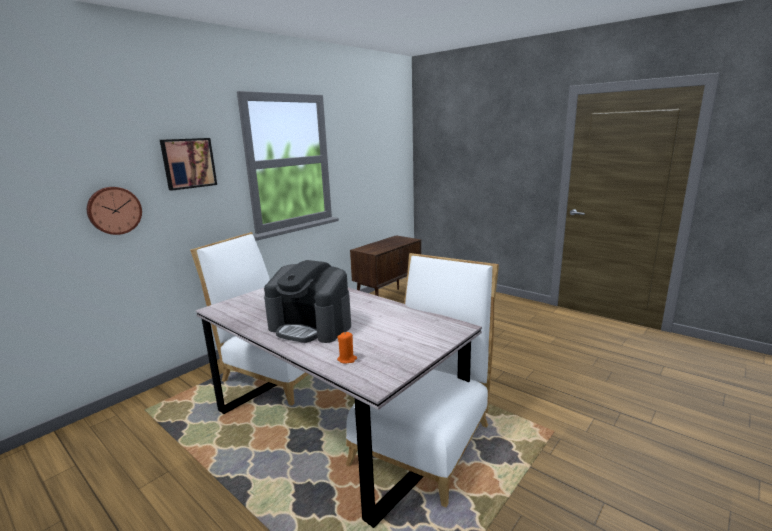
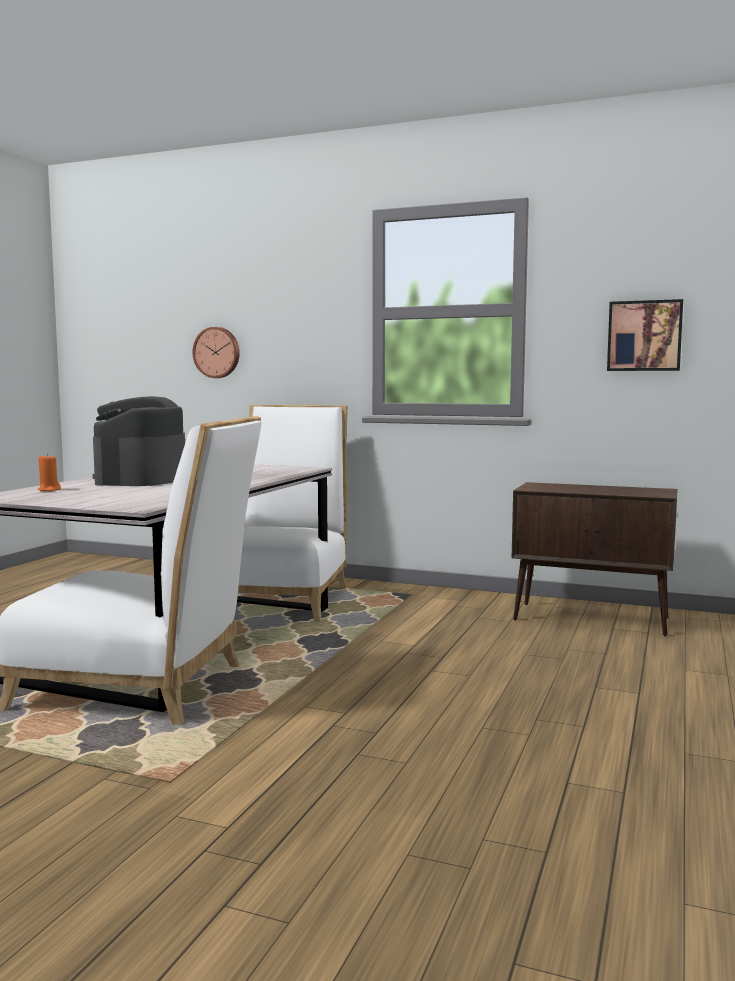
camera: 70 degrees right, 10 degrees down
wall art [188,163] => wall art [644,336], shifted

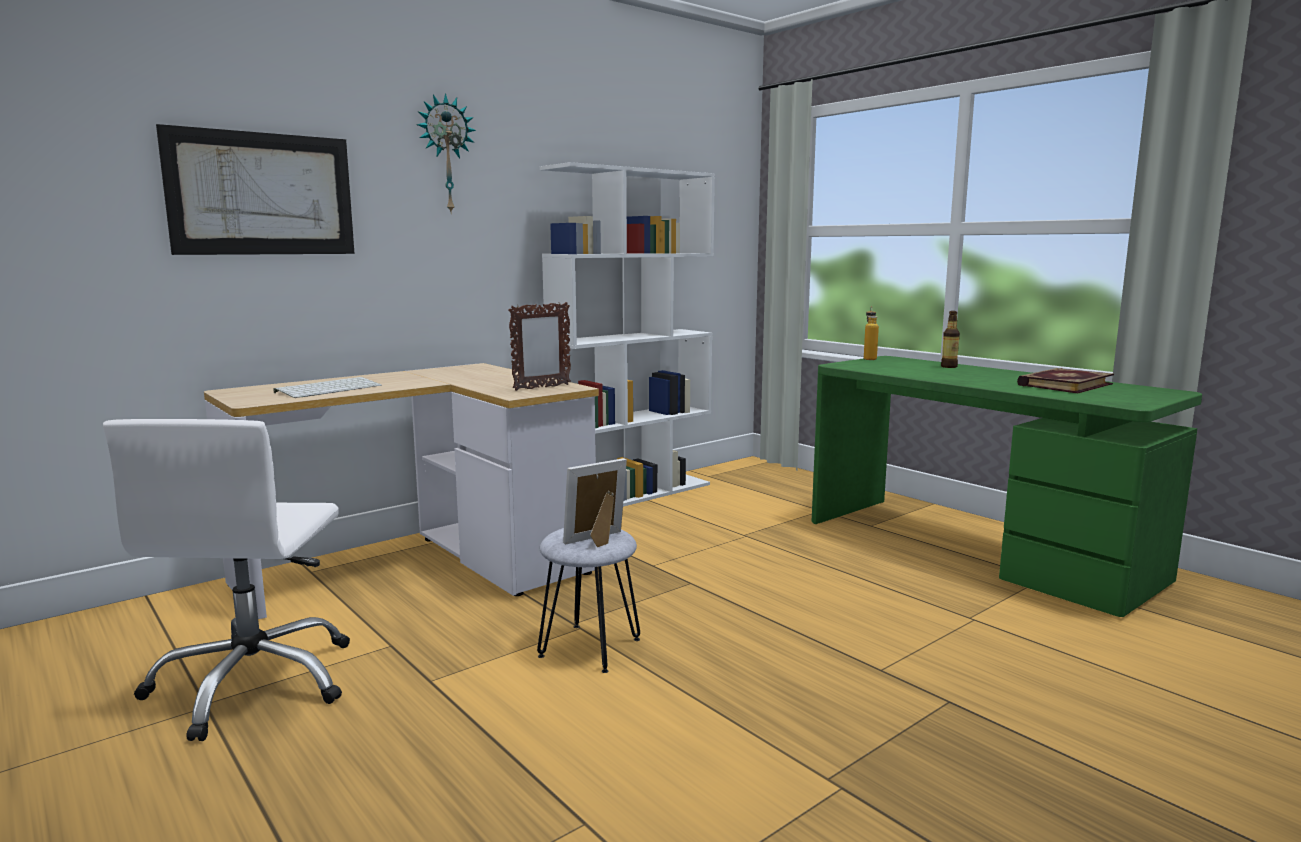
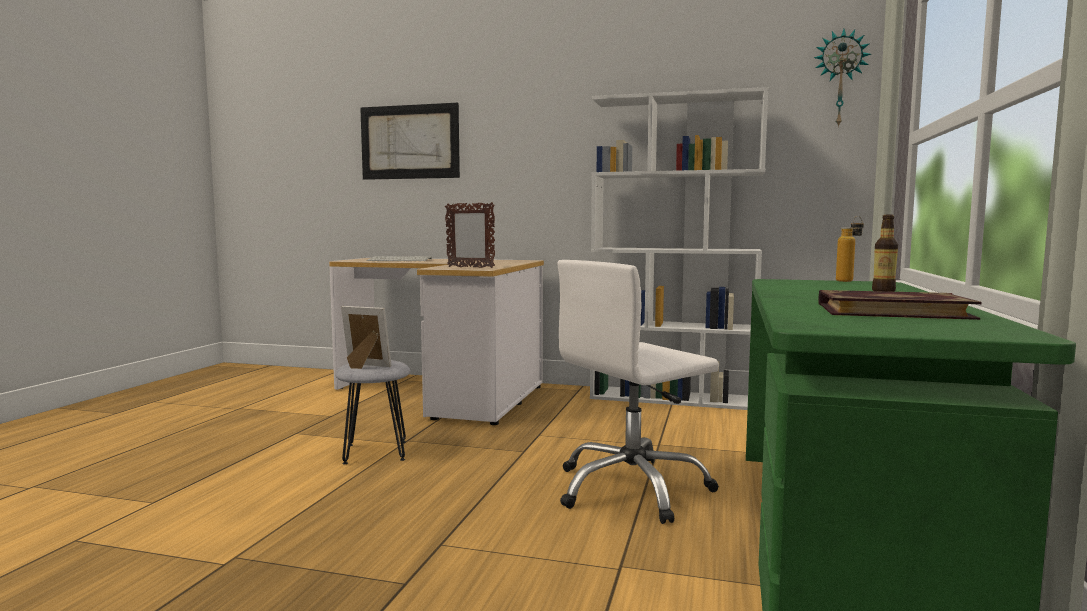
camera: 55 degrees right, 5 degrees down
wall clock [445,154] => wall clock [840,78], shifted
white-coloured desk chair [254,683] => white-coloured desk chair [632,489], shifted

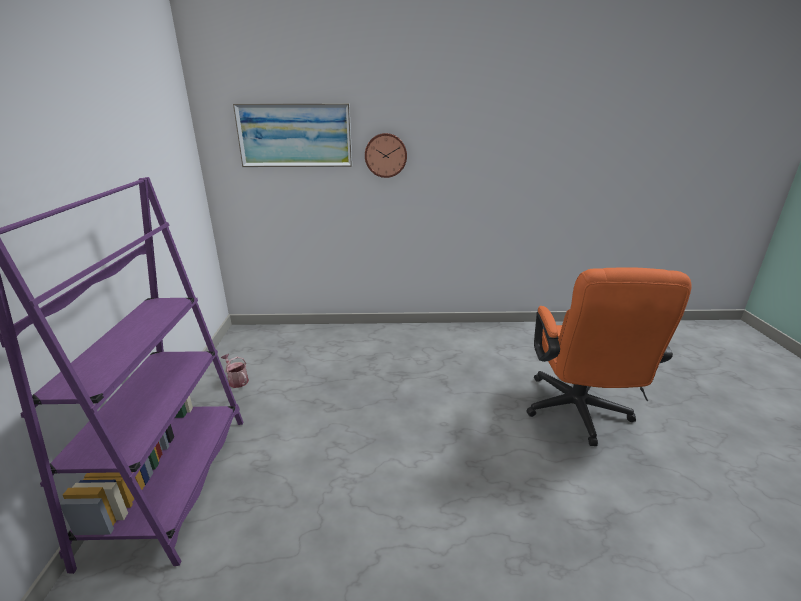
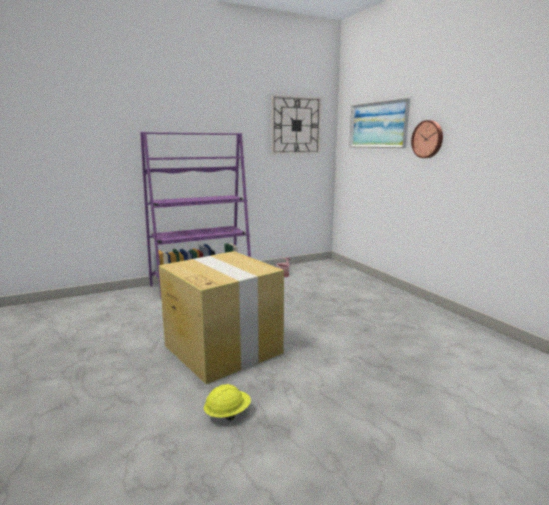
camera: 65 degrees right, 10 degrees down
orange-coloured desk chair [578,414] => nothing
nothing => wall clock [296,125]
nothing => cardboard box [222,348]
nothing => yellowish work helmet [227,414]

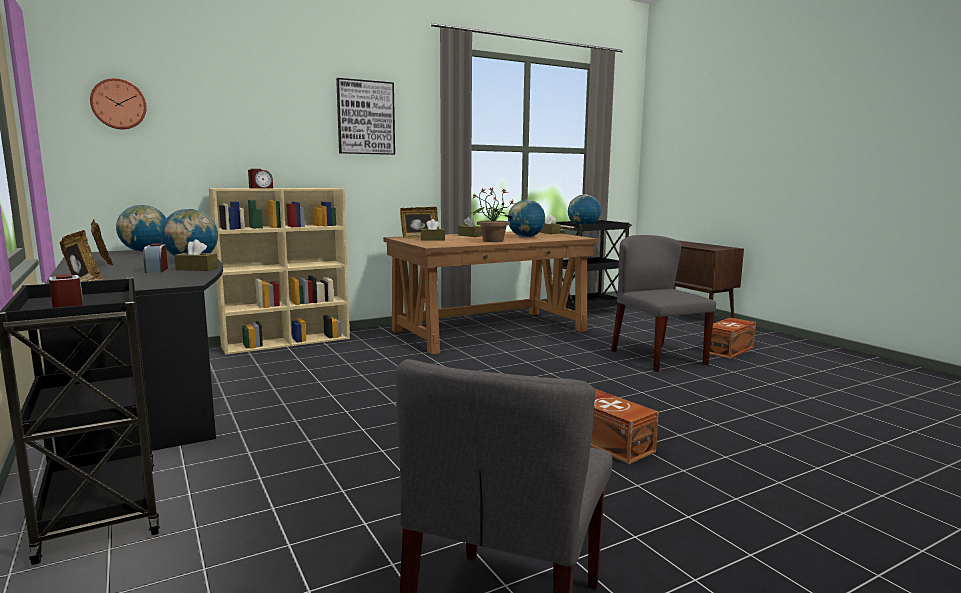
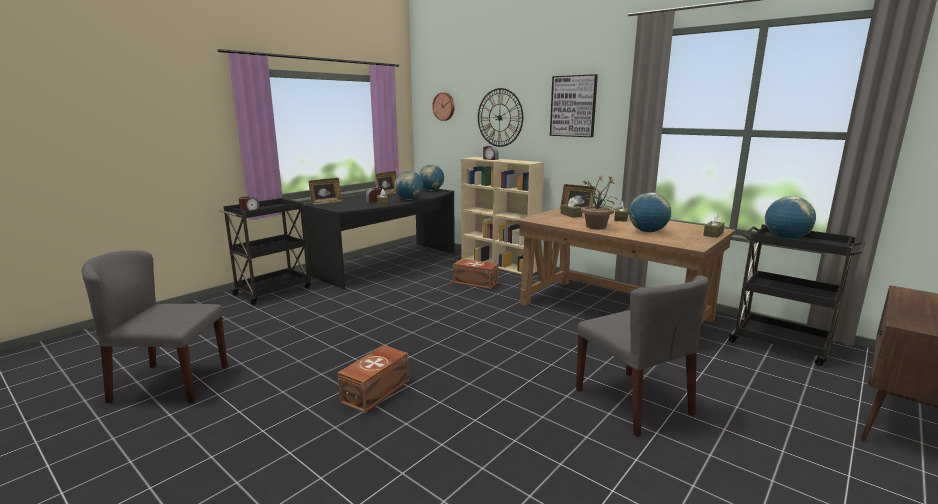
camera: 70 degrees right, 5 degrees up
grey plain chair [657,357] => grey plain chair [633,402], 105 degrees clockwise
brown-coloured storage bin [729,350] => brown-coloured storage bin [476,283], shifted
nothing => wall clock [499,117]

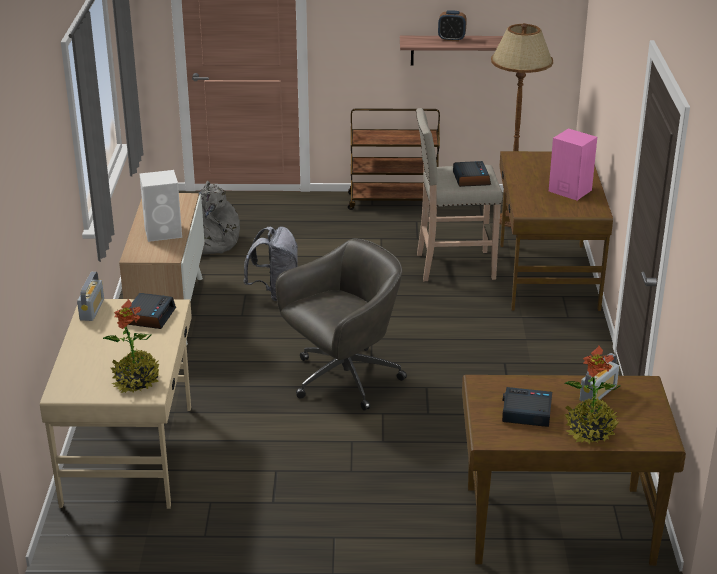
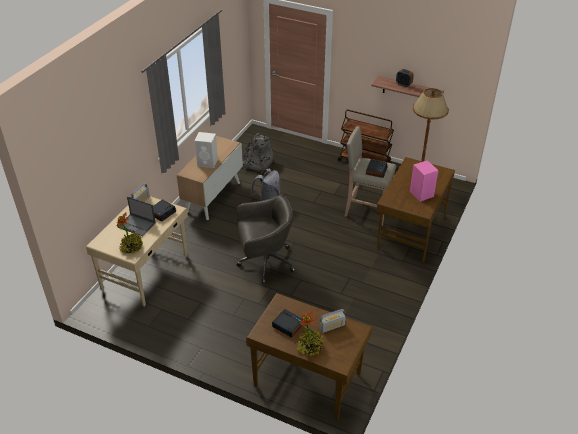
camera: 25 degrees right, 10 degrees up
nothing => laptop [137,225]

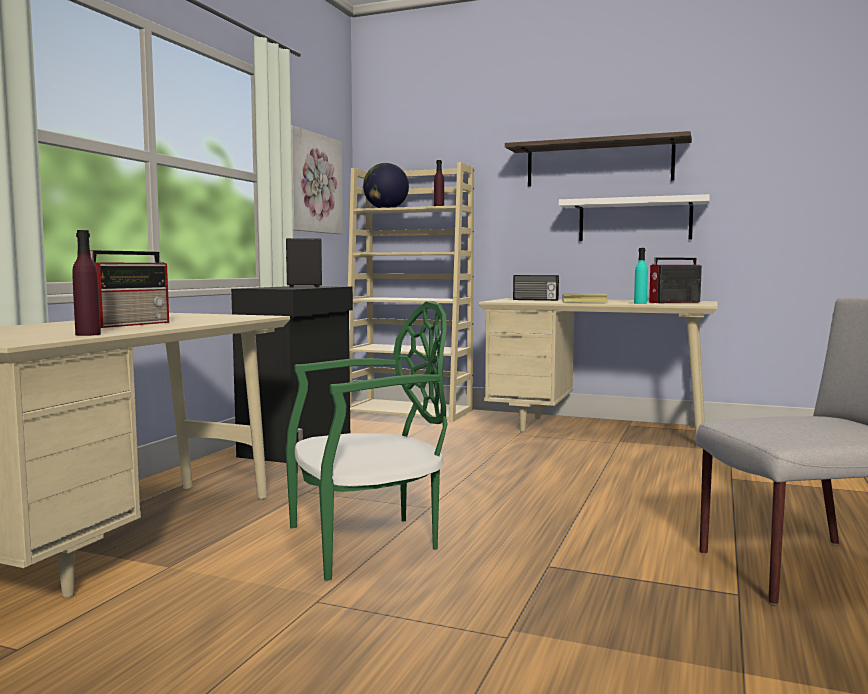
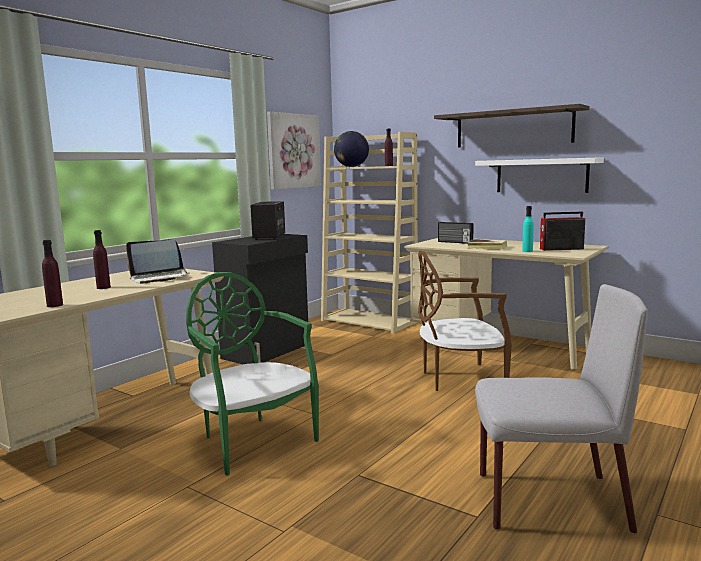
camera: 15 degrees right, 5 degrees up
radio [130,324] => purple-coloured beverage bottle [103,287]
green-coloured plain chair [368,542] => green-coloured plain chair [253,441], 120 degrees counterclockwise
nothing => laptop [159,278]
nothing => brown-coloured plain chair [460,379]

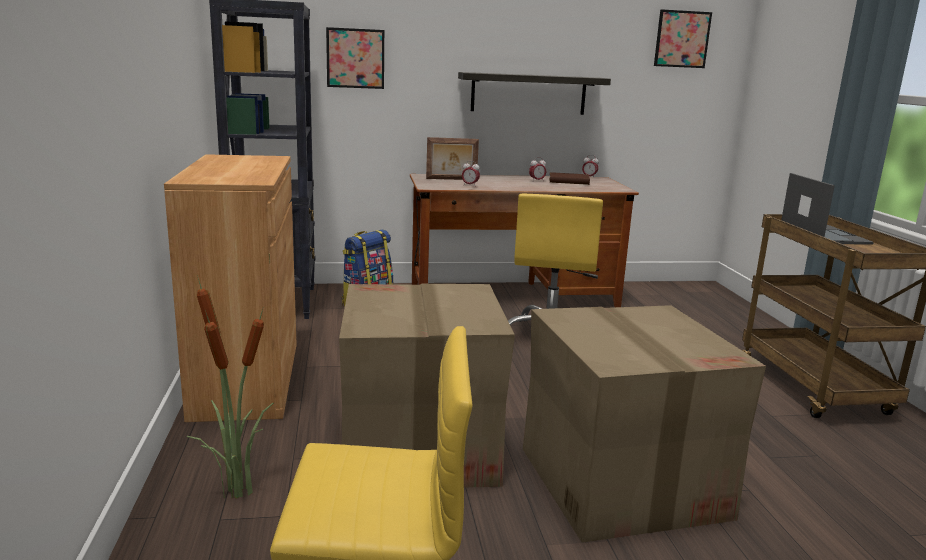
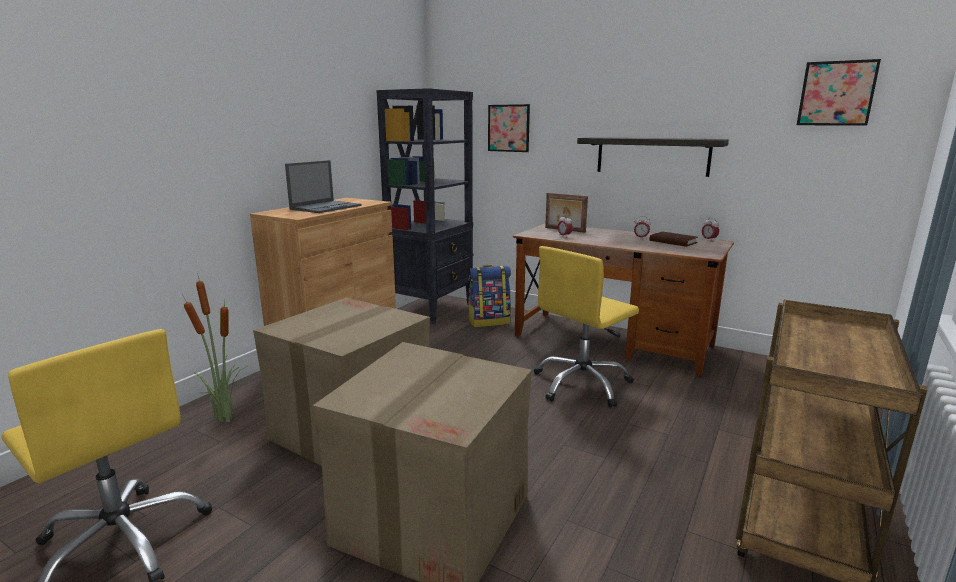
camera: 40 degrees right, 0 degrees up
laptop [823,234] => laptop [326,207], shifted

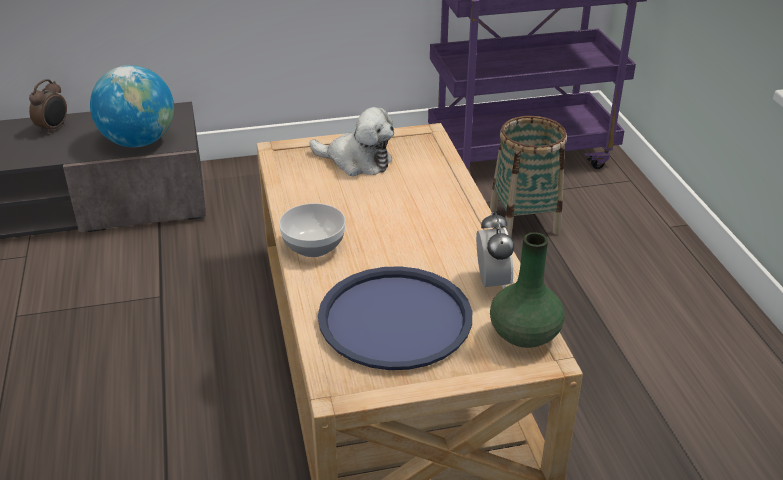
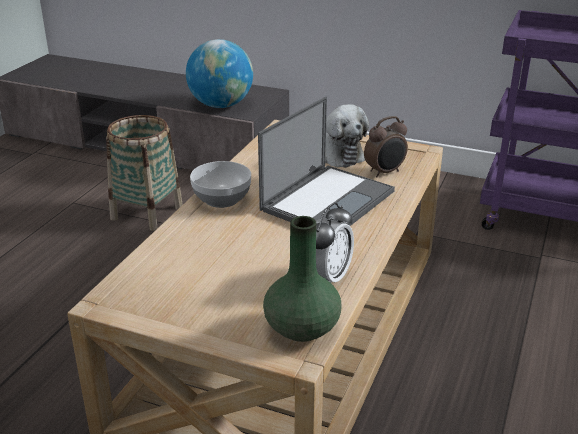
camera: 35 degrees right, 5 degrees down
alarm clock [54,128] => alarm clock [385,172], shifted
basket [524,220] => basket [147,213], shifted
blue carrying tray [395,319] => nothing
nothing => laptop [328,200]

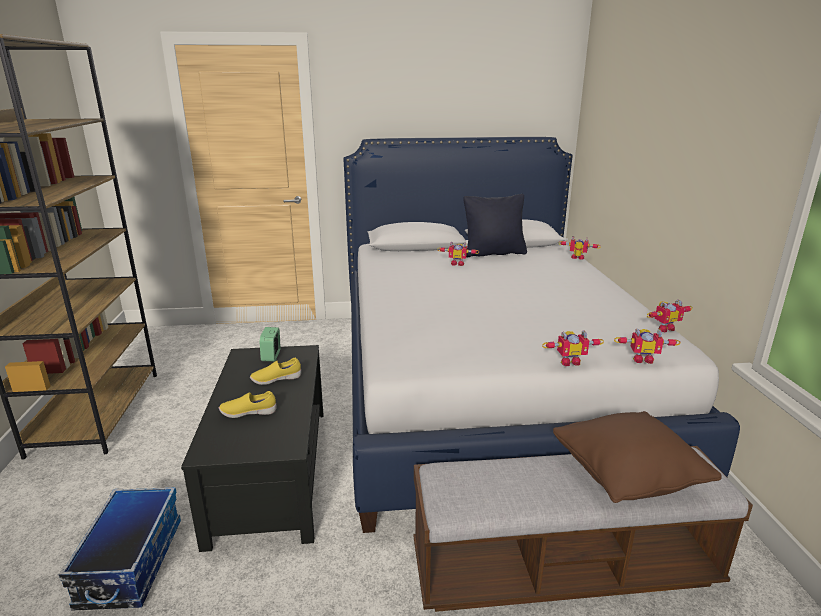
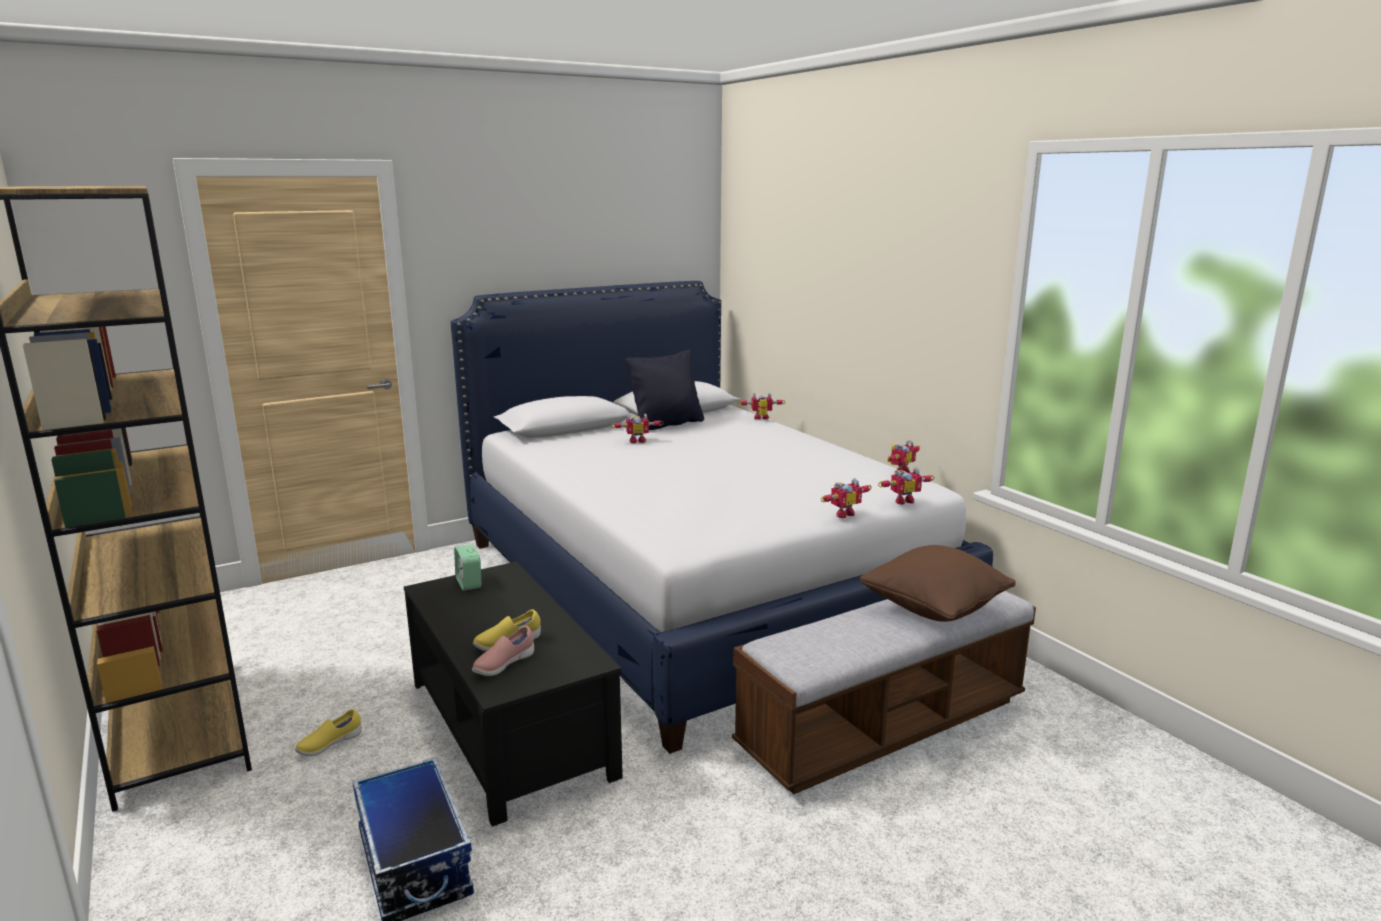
camera: 25 degrees left, 5 degrees down
yellowish low shoe [276,380] => yellowish low shoe [329,744], shifted
nothing => pinkish low shoe [503,665]

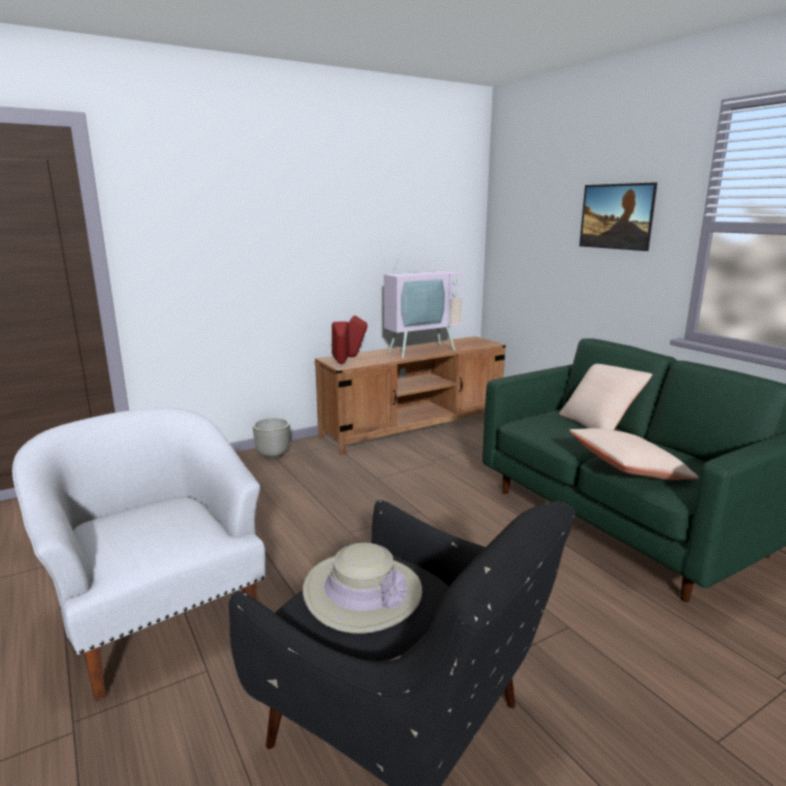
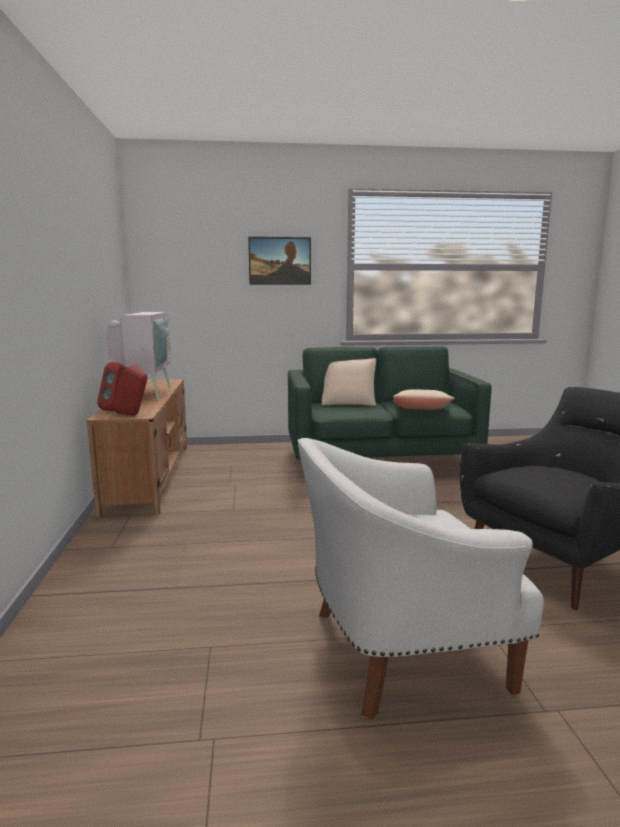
camera: 65 degrees left, 5 degrees down
planter [273,455] => nothing
beige-coloured hat [362,592] => nothing

